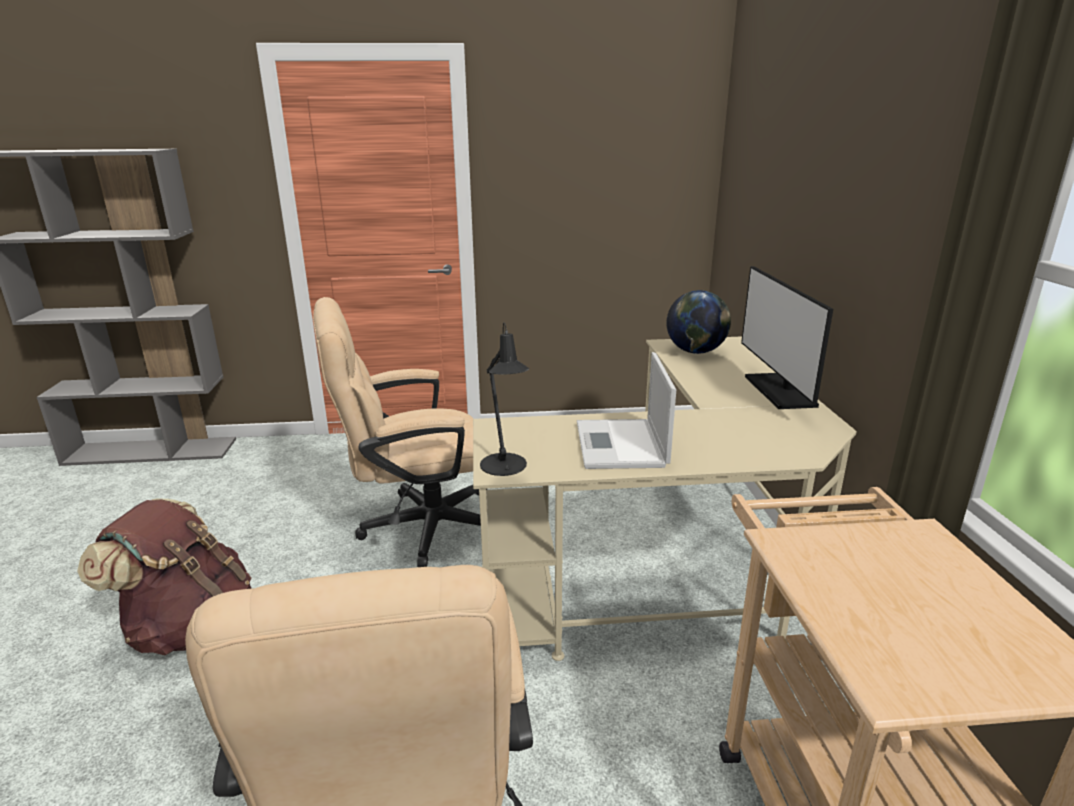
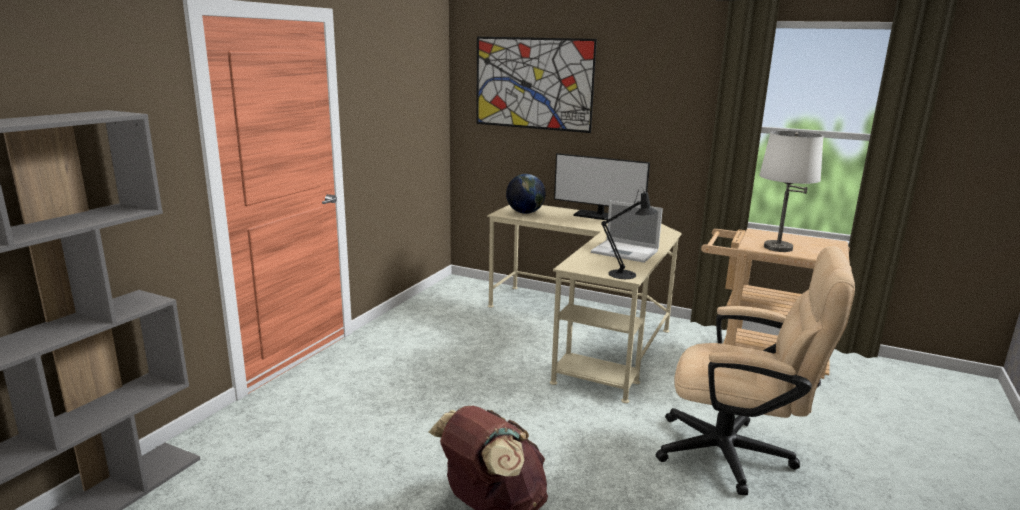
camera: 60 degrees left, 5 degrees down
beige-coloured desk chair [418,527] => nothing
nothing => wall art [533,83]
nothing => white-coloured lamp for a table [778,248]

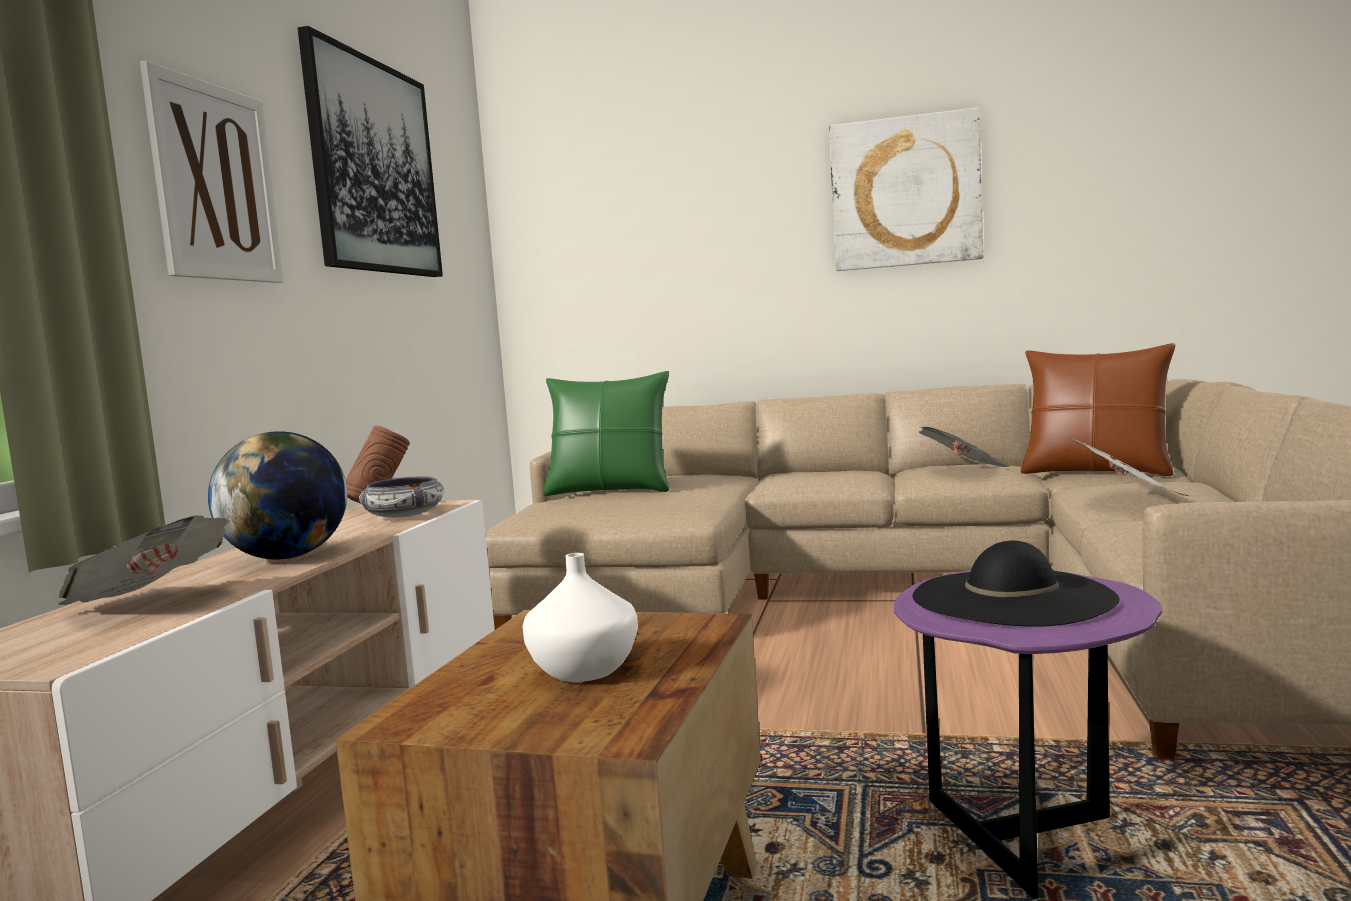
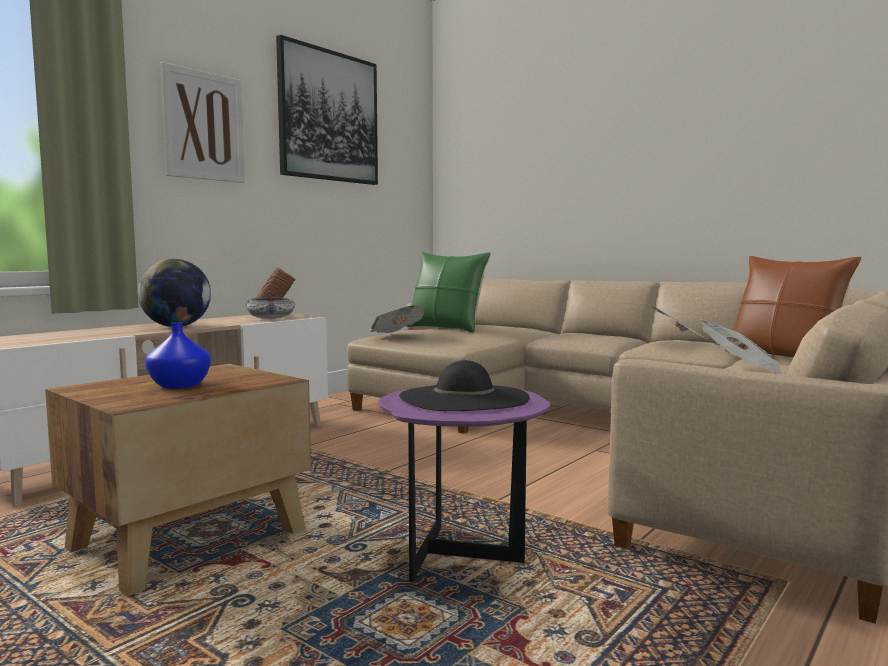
camera: 25 degrees right, 0 degrees up
wall art [905,192] => nothing
newspaper [150,604] => newspaper [397,335], shifted
white-coloured decorative vase [585,671] => blue decorative vase [179,386]

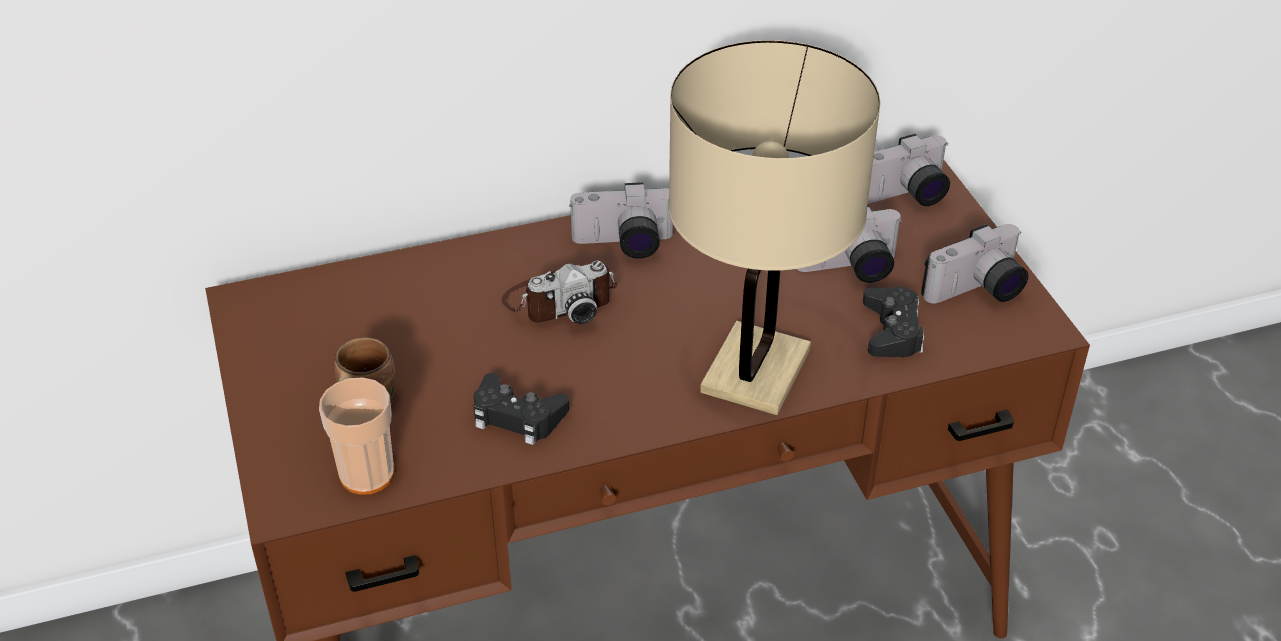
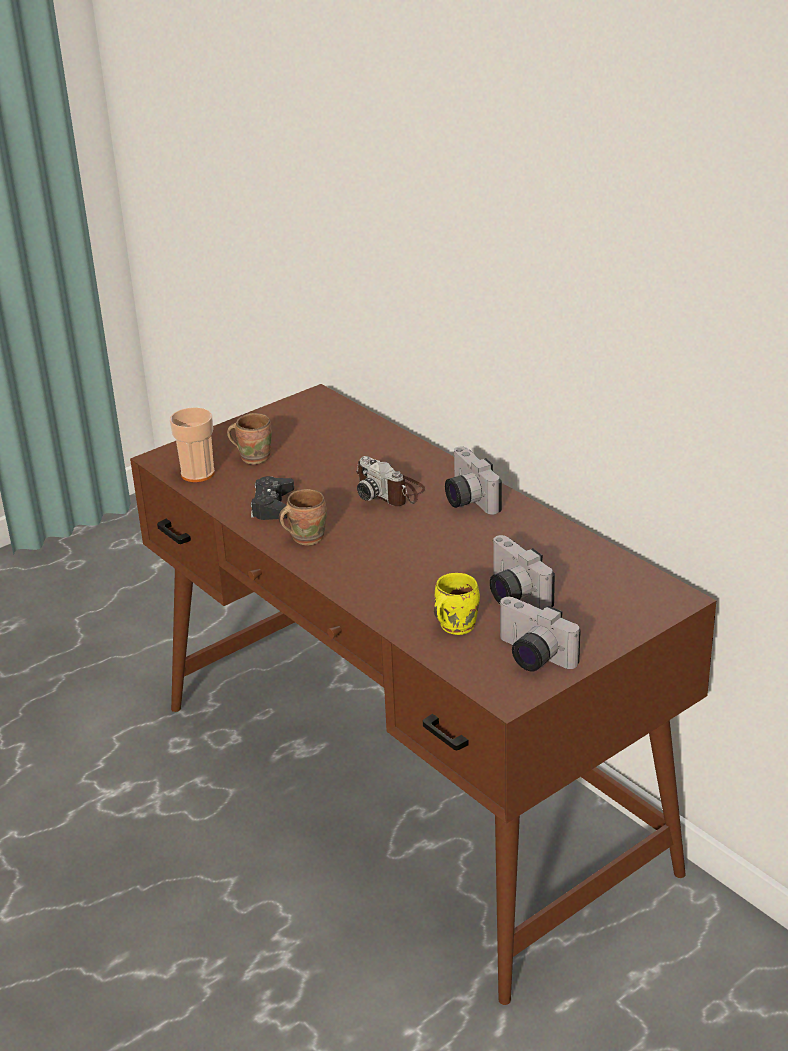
camera: 70 degrees right, 10 degrees down
beige-coloured lamp for a table [755,370] => nothing
photo camera [904,197] => nothing
black gamepad [892,331] => yellowish coffee mug [454,626]
nothing => brown-coloured coffee mug [305,537]

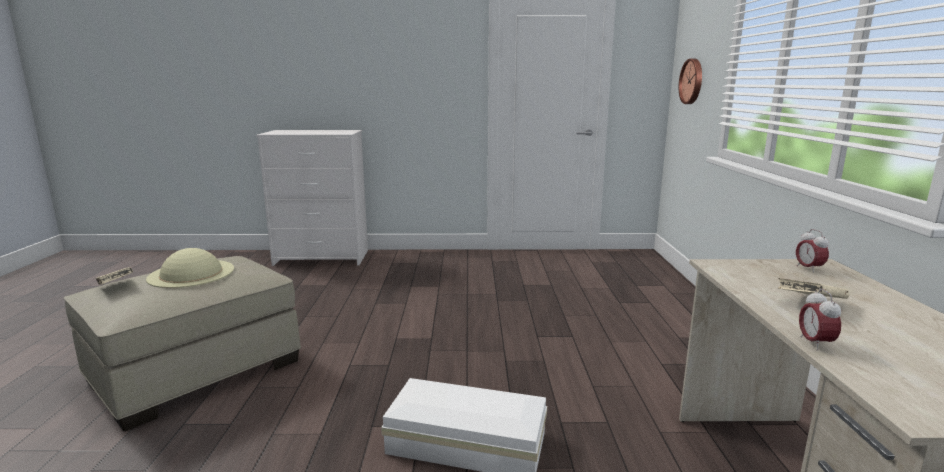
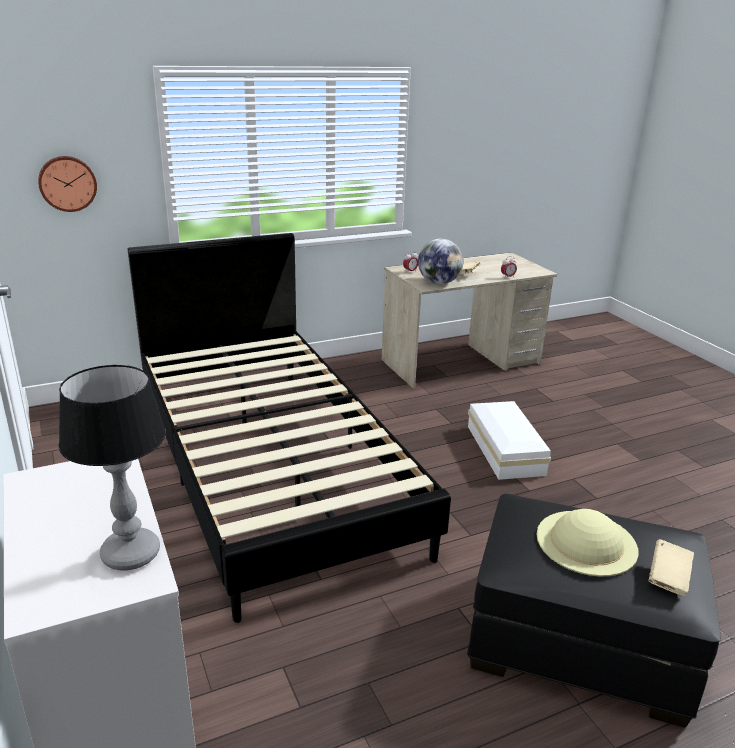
camera: 115 degrees left, 10 degrees up
beige-coloured footrest [198,370] => black footrest [576,640]
nothing => black sleeping bed [270,467]
nothing => desk globe [439,283]
nothing => lamp for a table [129,554]

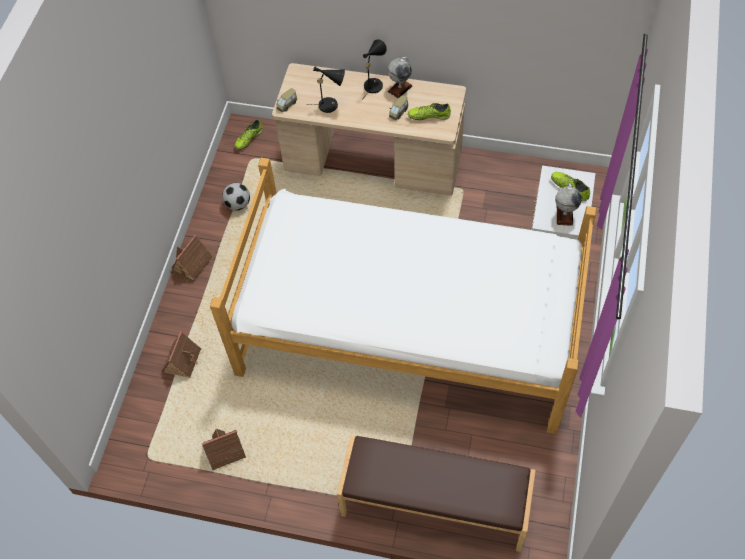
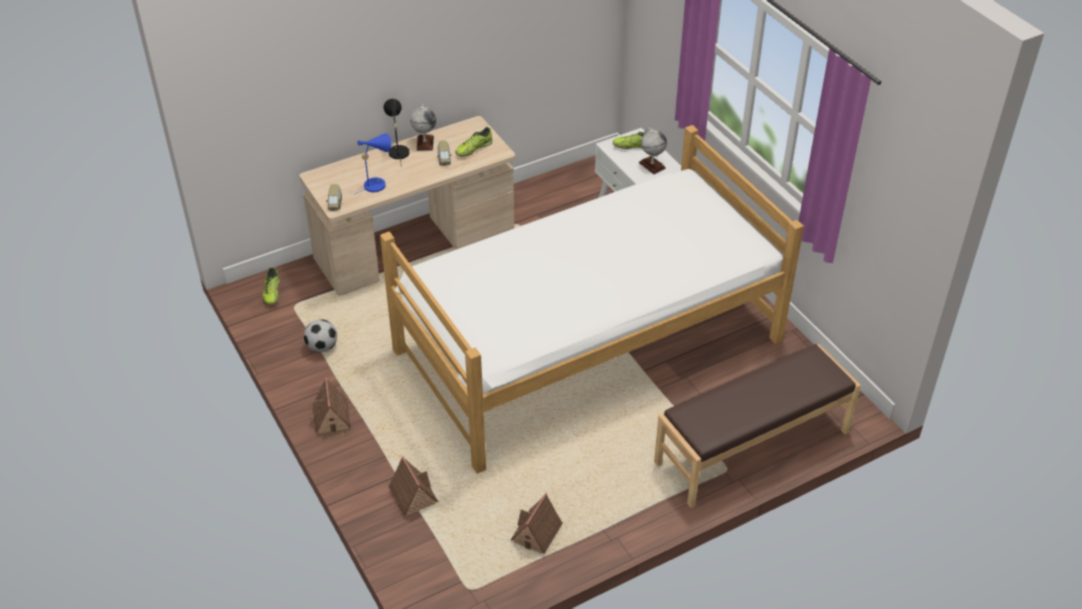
camera: 45 degrees left, 15 degrees down
black lamp for a table [331,105] => blue lamp for a table [377,184]

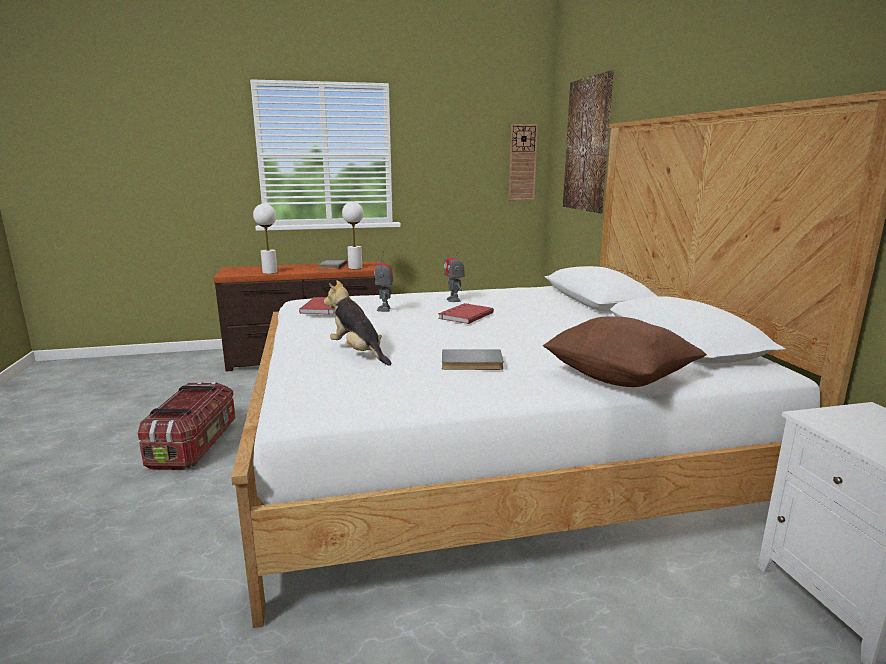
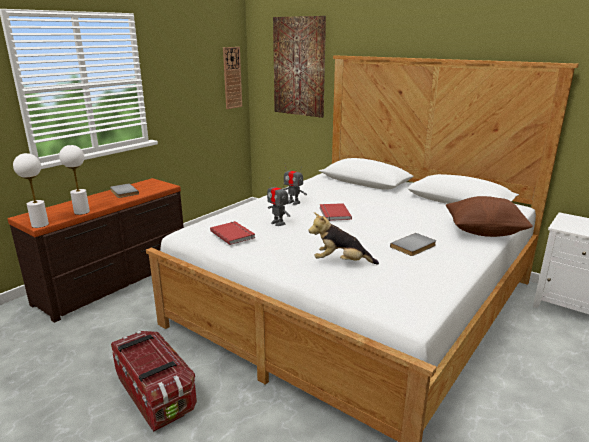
camera: 40 degrees left, 5 degrees up
white-coloured lamp for a table [355,267] => white-coloured lamp for a table [40,224], shifted

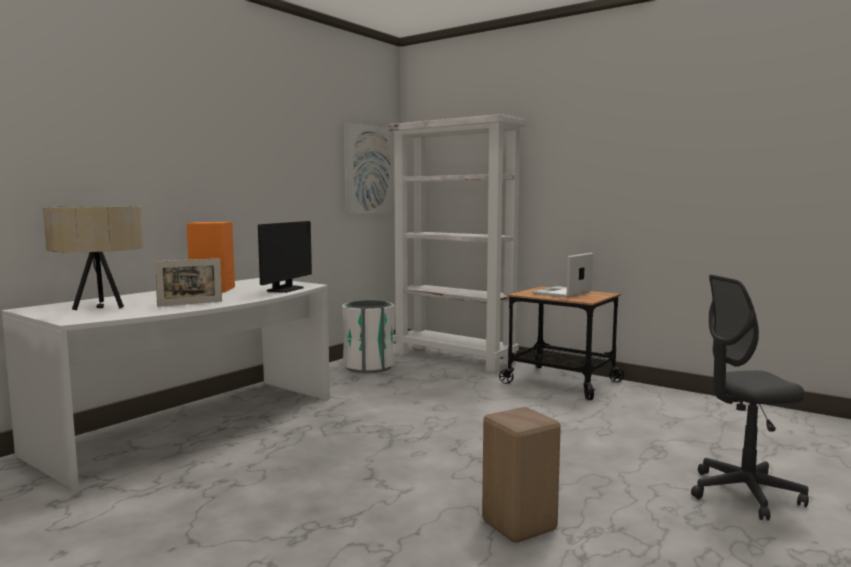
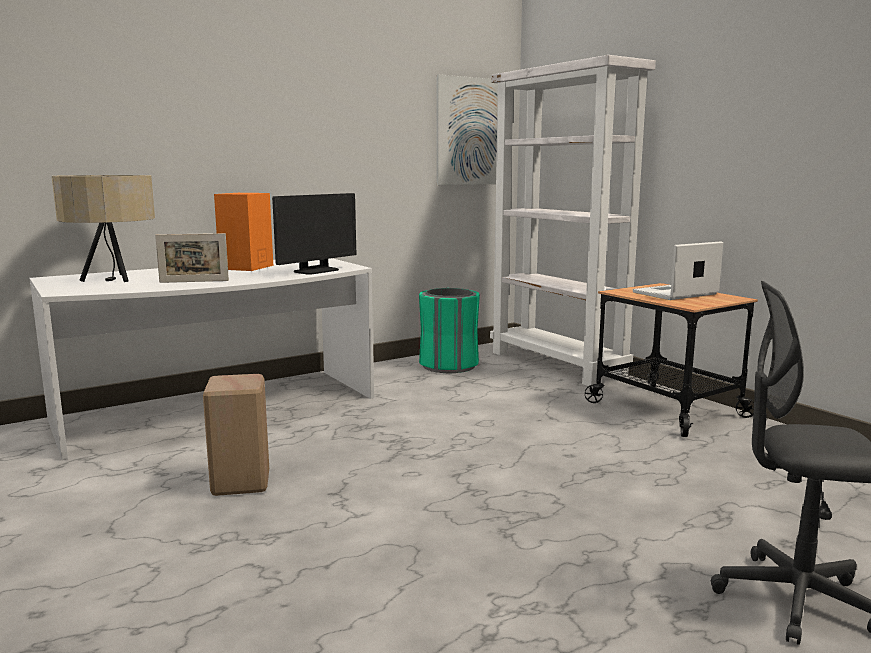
camera: 20 degrees right, 5 degrees up
white-coloured trash can [368,367] => green-coloured trash can [449,365]
beige-coloured stool [518,526] => beige-coloured stool [239,484], shifted

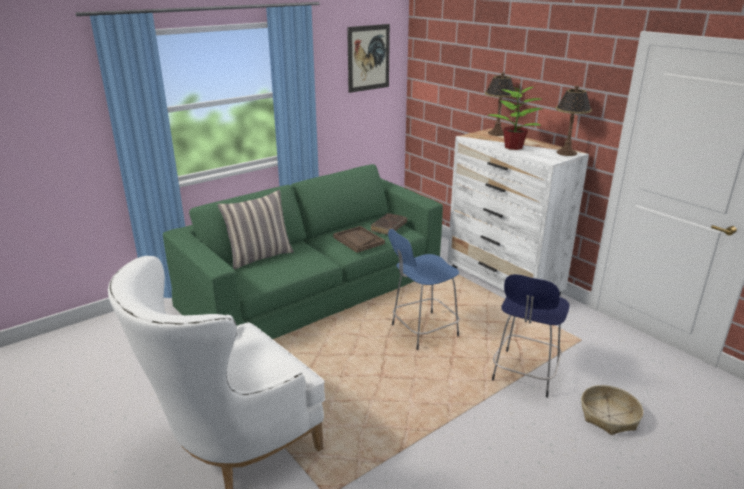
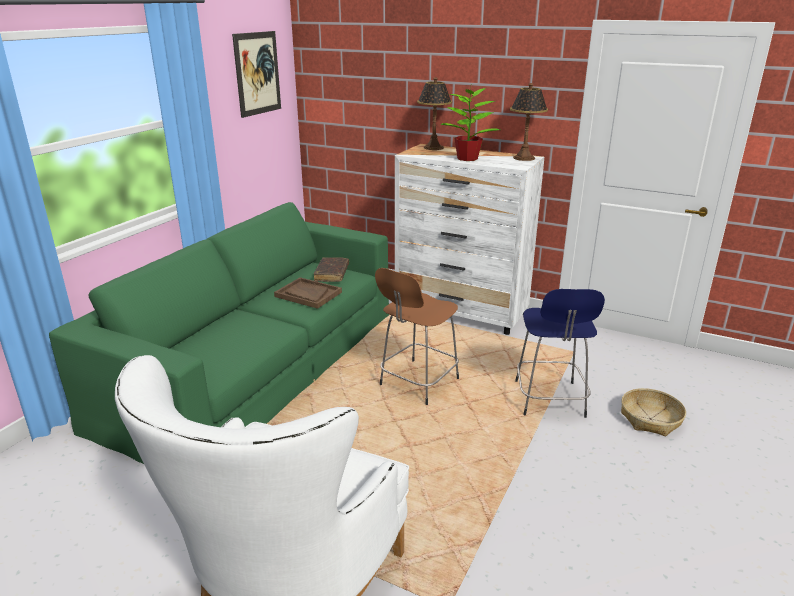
camera: 25 degrees left, 0 degrees up
pillow [260,256] => nothing
blue stool [422,331] => brown-coloured stool [417,383]

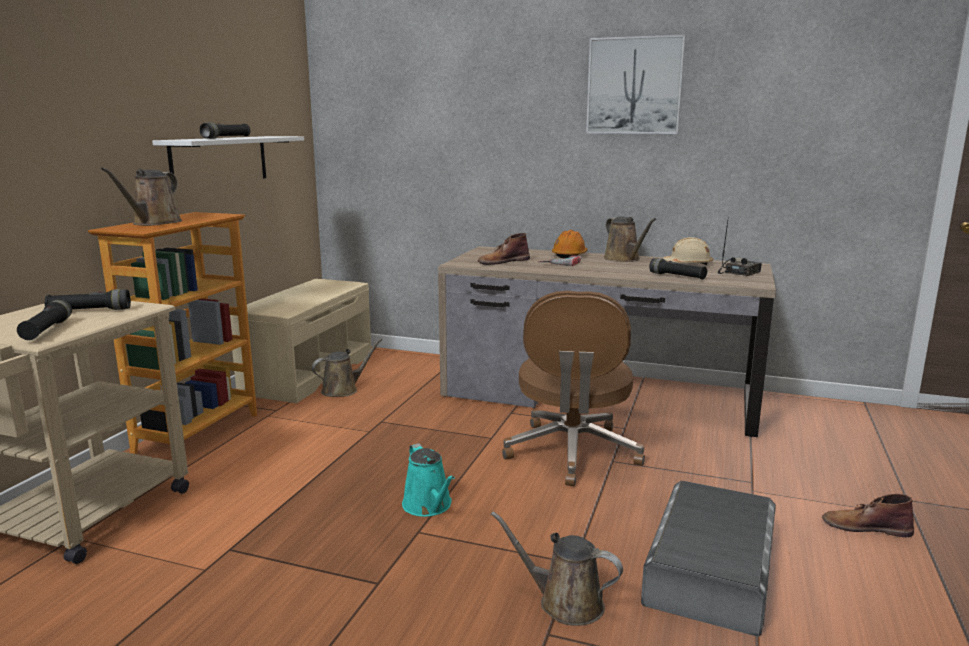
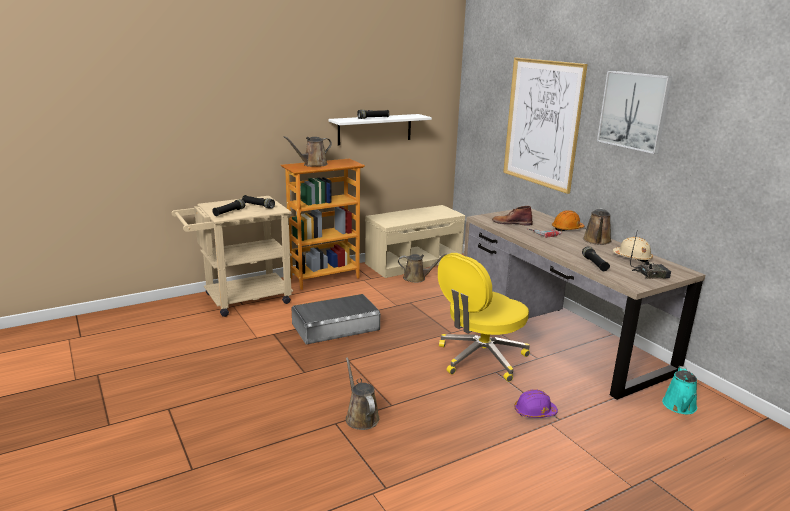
camera: 40 degrees right, 5 degrees up
brown-coloured desk chair [572,453] => yellowish desk chair [480,358]
turquoise watering can [429,506] => turquoise watering can [680,407], shifted
grey storage bin [710,567] => grey storage bin [335,326], shifted
brown-coloured boot [865,527] => nothing
nothing => wall art [542,123]
nothing => purple-coloured work helmet [534,412]

